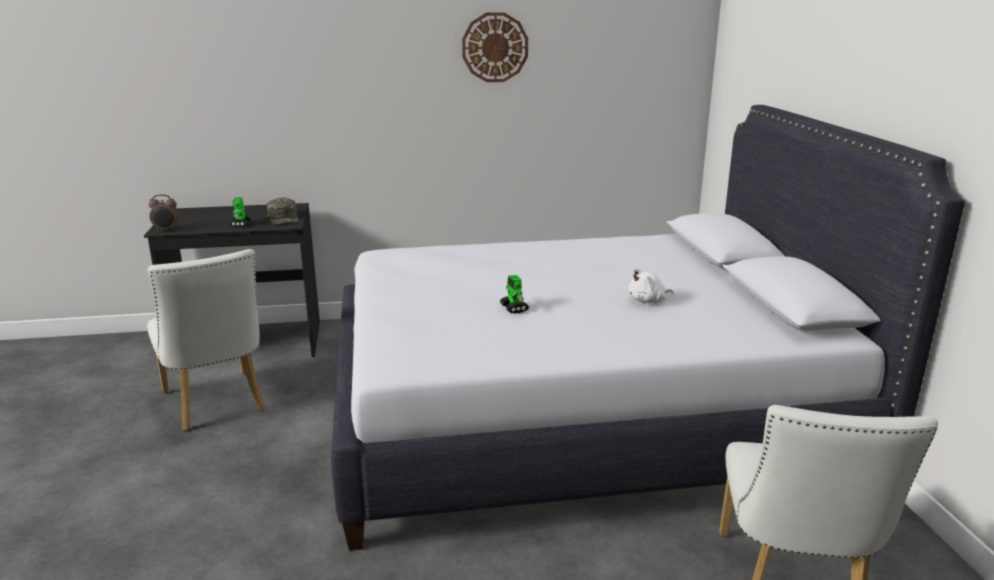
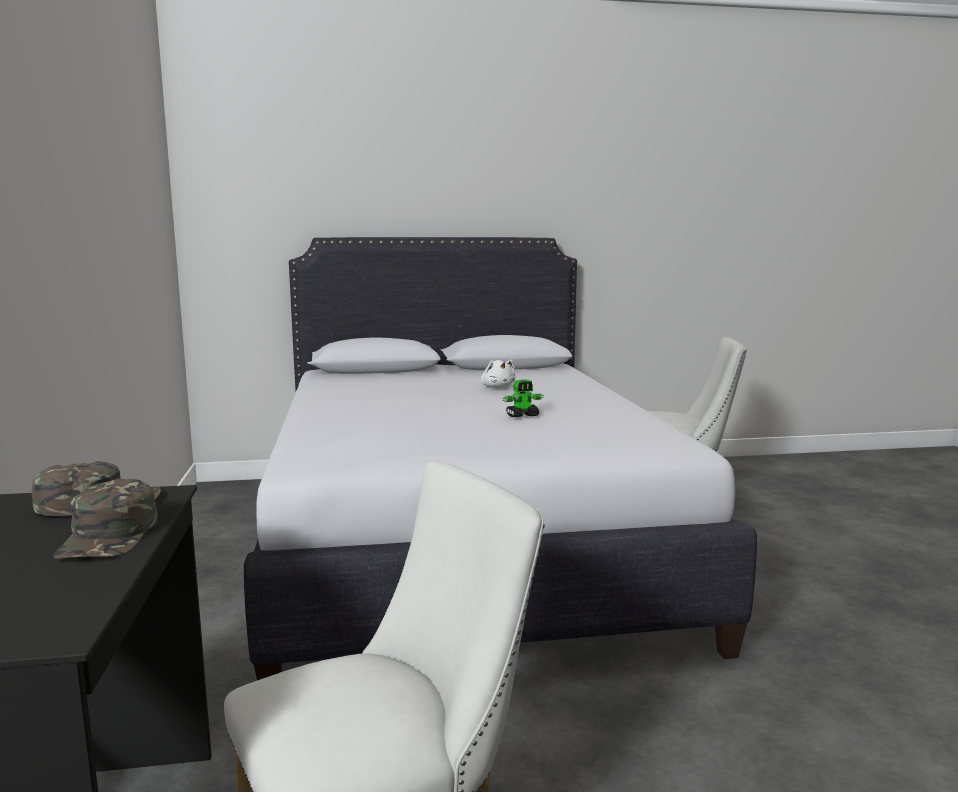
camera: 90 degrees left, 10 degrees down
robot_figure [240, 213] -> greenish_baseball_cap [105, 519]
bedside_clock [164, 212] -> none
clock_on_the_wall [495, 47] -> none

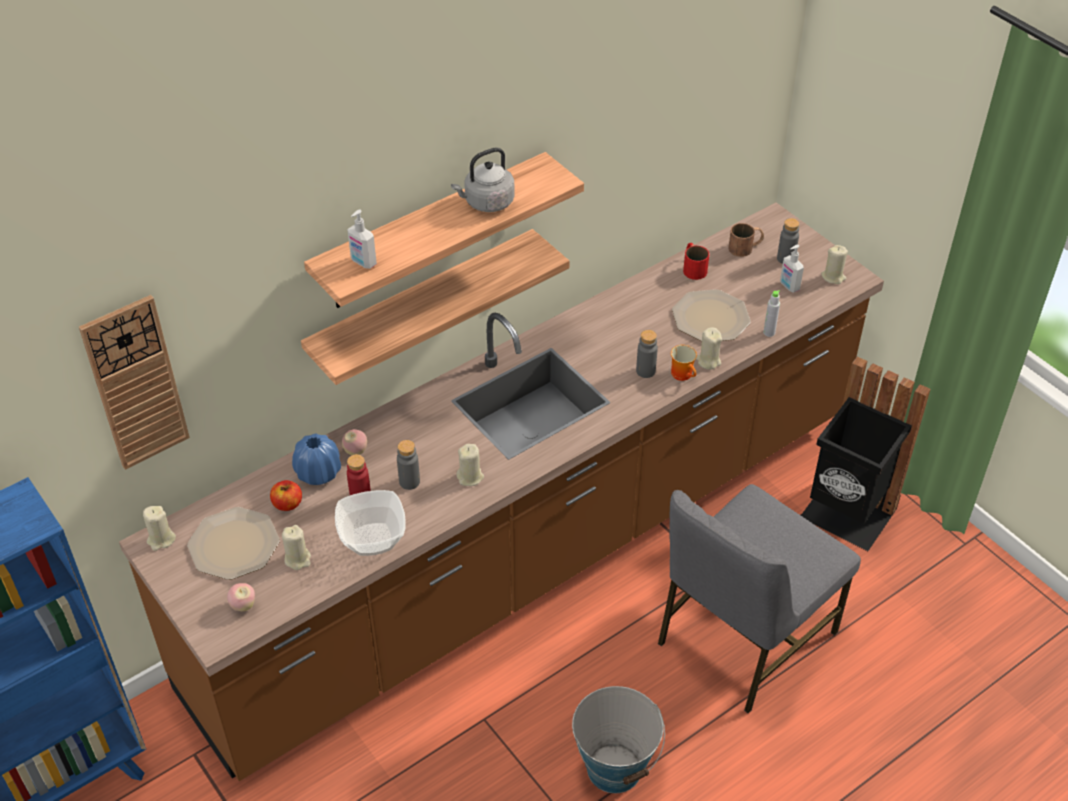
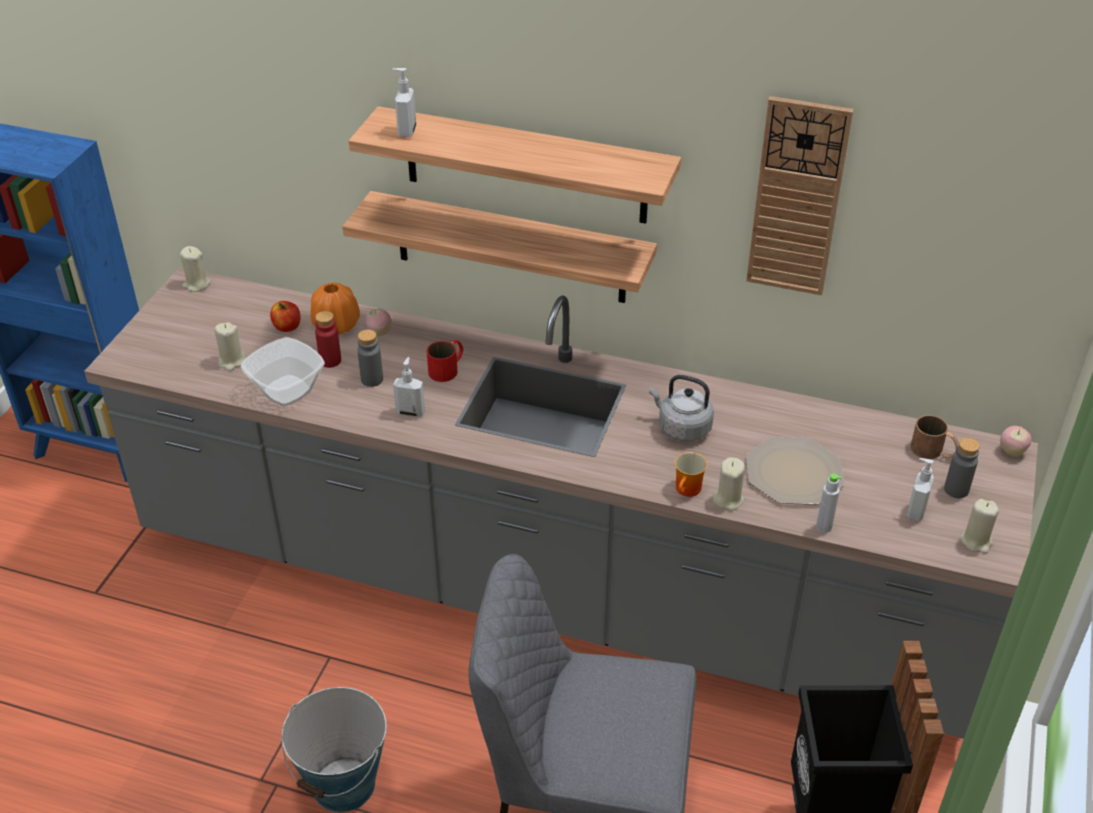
camera: 55 degrees right, 5 degrees down
brown-coloured_kitchen_counter [501, 491] -> grey_kitchen_counter [561, 503]
blue_vase [316, 459] -> orange_vase [335, 309]
beige-coloured_wax_light [470, 465] -> soap_bottle [409, 387]
red_coffee_mug [696, 261] -> red_coffee_mug [445, 361], move
grey_water_kettle [483, 180] -> grey_water_kettle [681, 408], move
clock_on_the_wall [134, 382] -> clock_on_the_wall [800, 195], move
whole_apple [241, 597] -> whole_apple [1015, 441], move
flat_dish [233, 543] -> none
grey_drink_bottle [647, 354] -> none

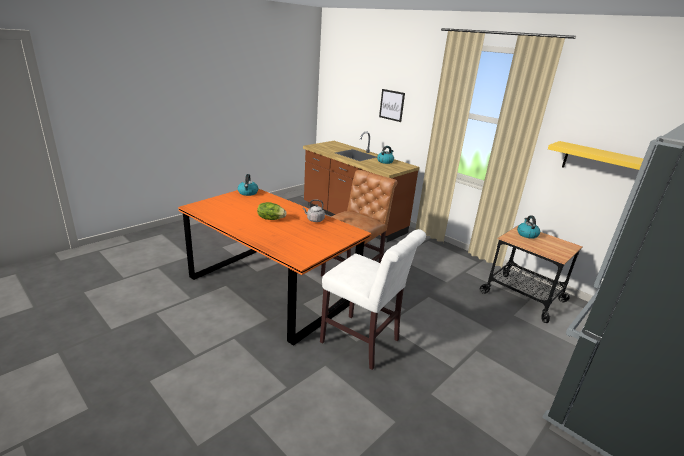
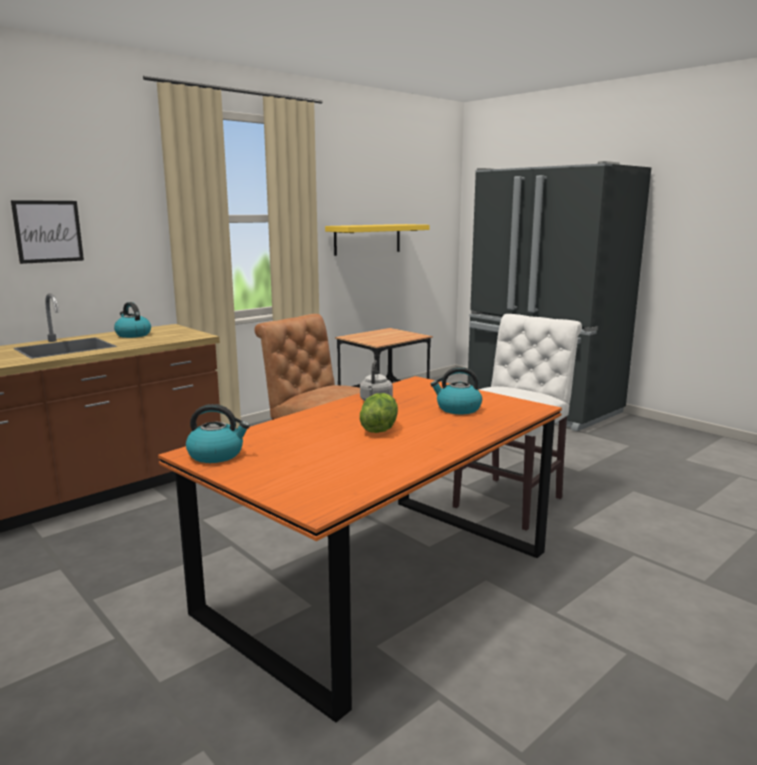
camera: 85 degrees left, 10 degrees down
water_kettle [528, 227] -> water_kettle [456, 390], move

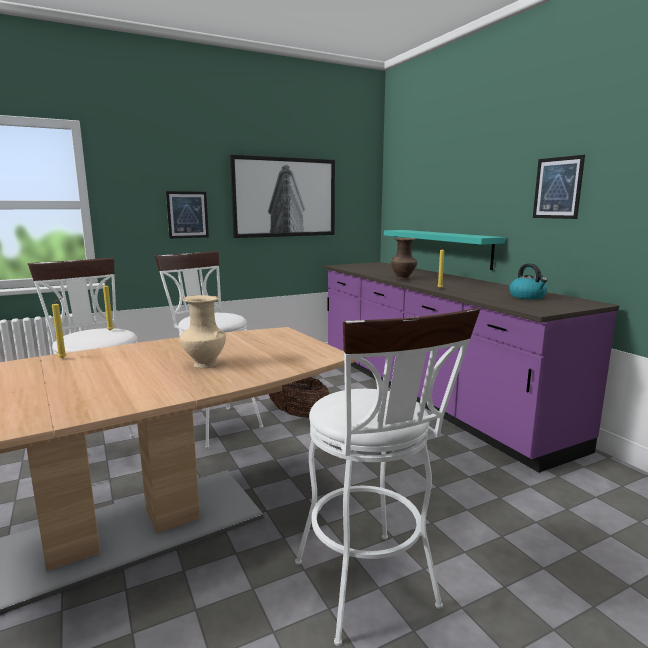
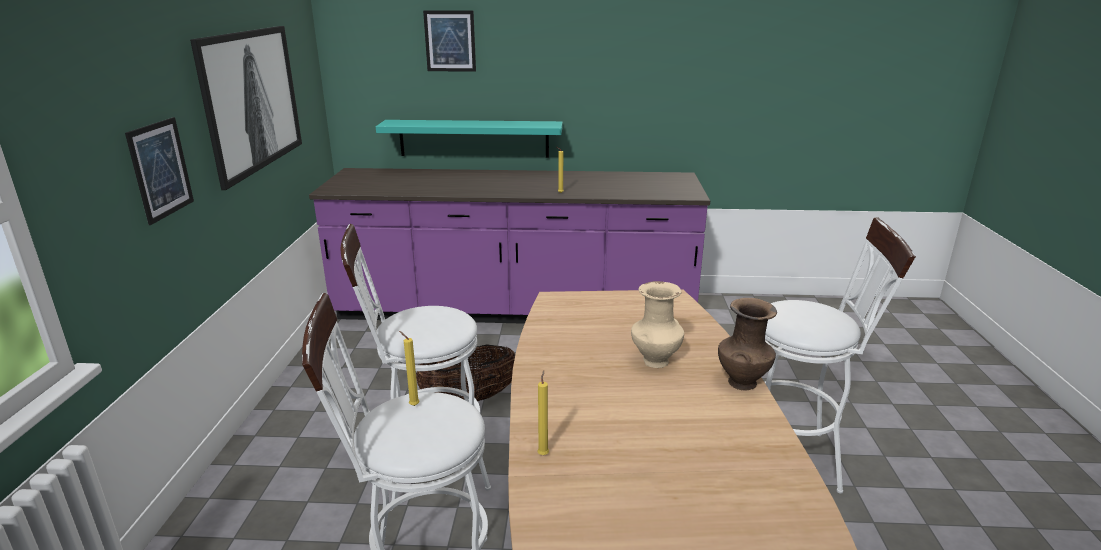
camera: 60 degrees left, 10 degrees up
picture [559, 187] -> picture [449, 41], move
brown-coloured_vase [404, 259] -> brown-coloured_vase [747, 344], move
water_kettle [528, 281] -> none

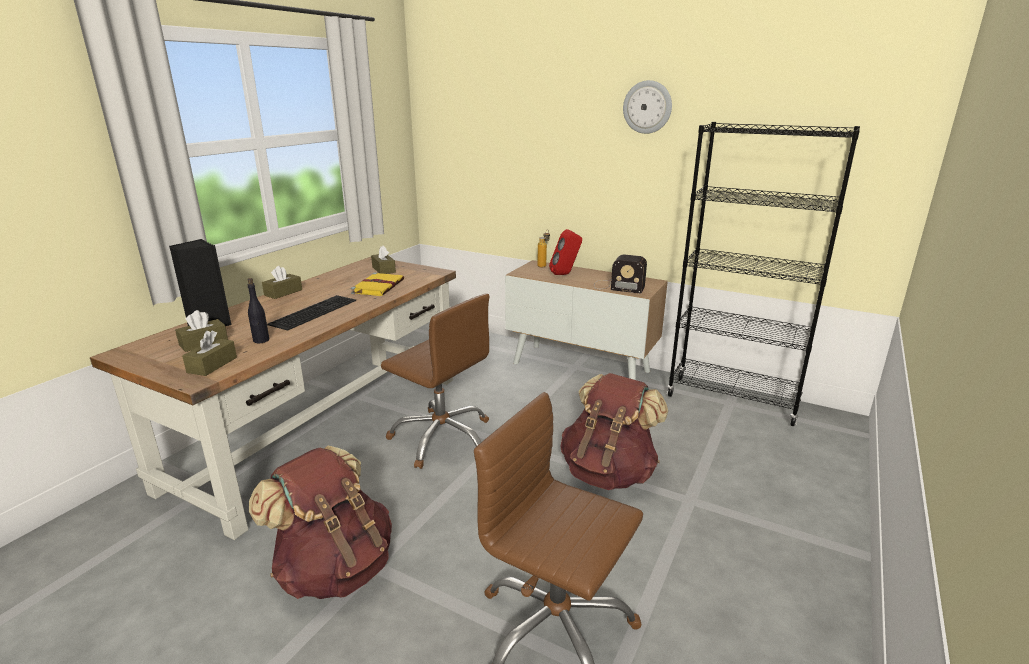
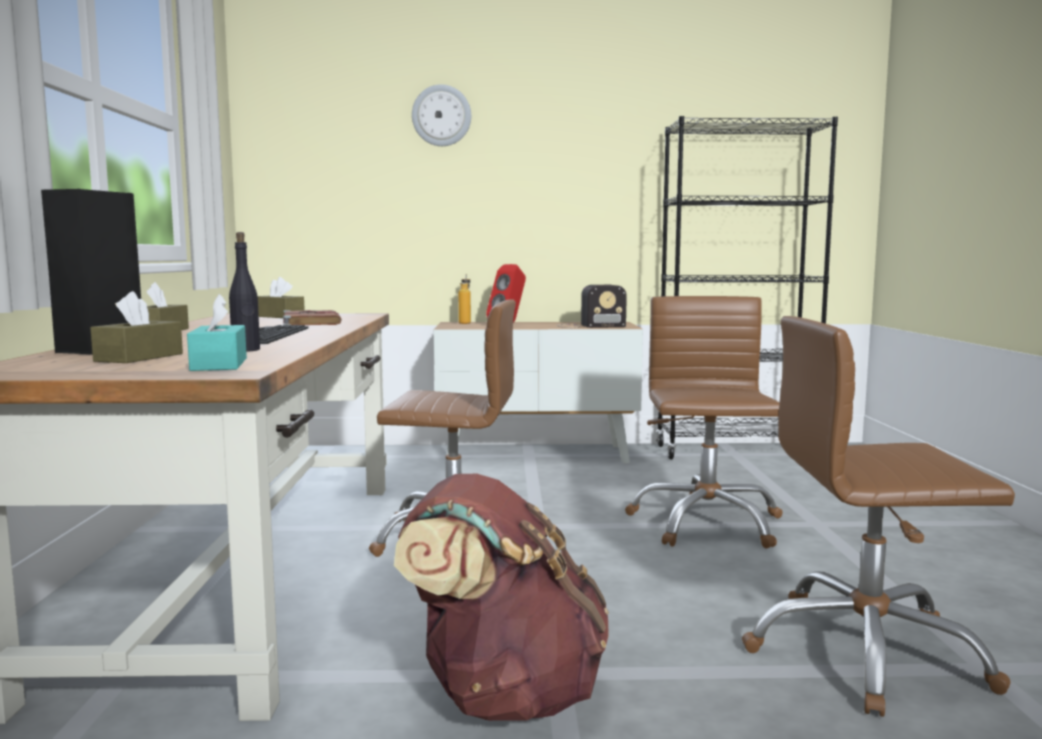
camera: 30 degrees left, 15 degrees down
brown-coloured_tissue_holder [209, 353] -> turquoise-coloured_tissue_holder [217, 332]
yellowish_bound_book [377, 284] -> brown-coloured_bound_book [312, 317]
clock_on_the_wall [647, 107] -> clock_on_the_wall [441, 115], move
brown-coloured_backpack [614, 431] -> brown-coloured_computer_chair [704, 422]

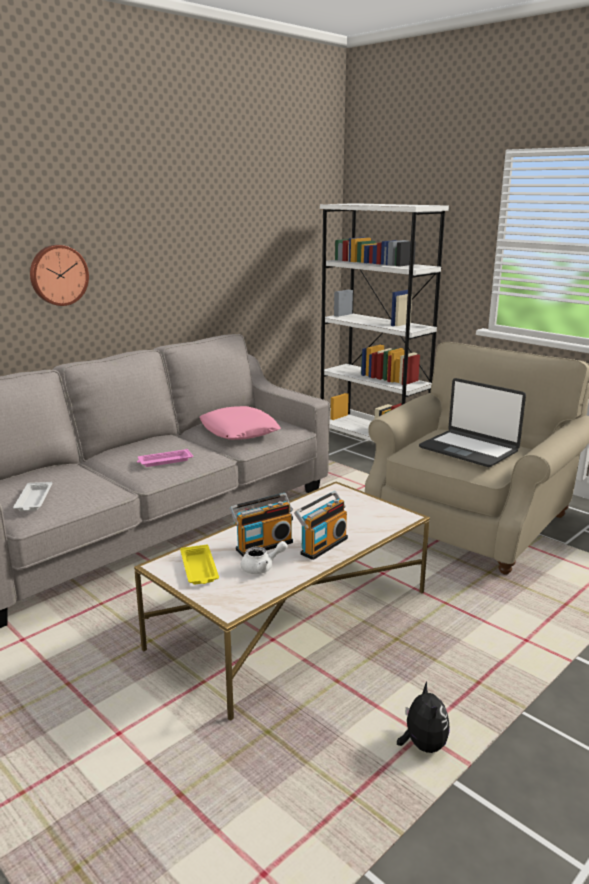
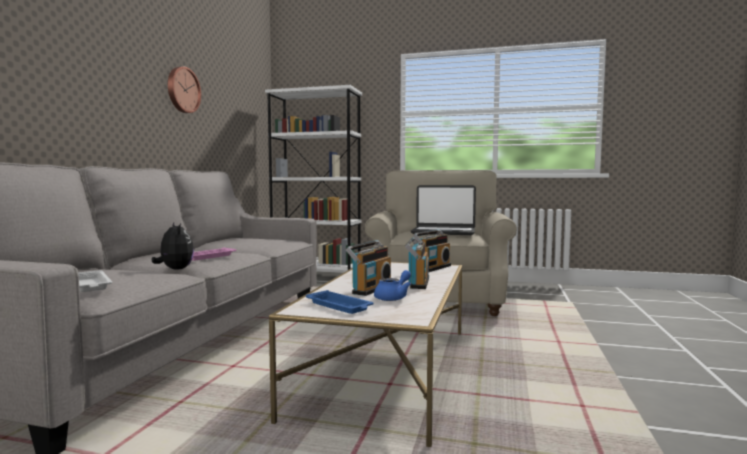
camera: 30 degrees left, 15 degrees down
cuddly_toy [423, 717] -> cuddly_toy [173, 246], move
clock_on_the_wall [59, 275] -> clock_on_the_wall [184, 89], move
yellowish_carrying_tray [199, 564] -> blue_carrying_tray [340, 302]
white_pot_for_tea [264, 557] -> blue_pot_for_tea [392, 285]
none -> radio [432, 250]
pink_cushion [240, 423] -> none

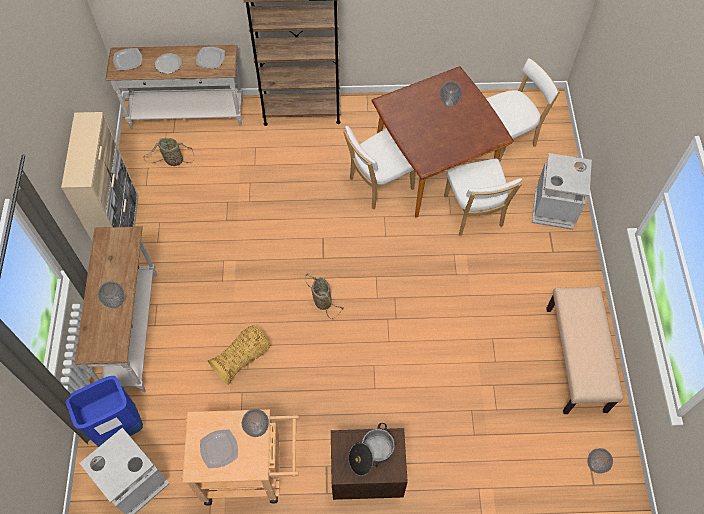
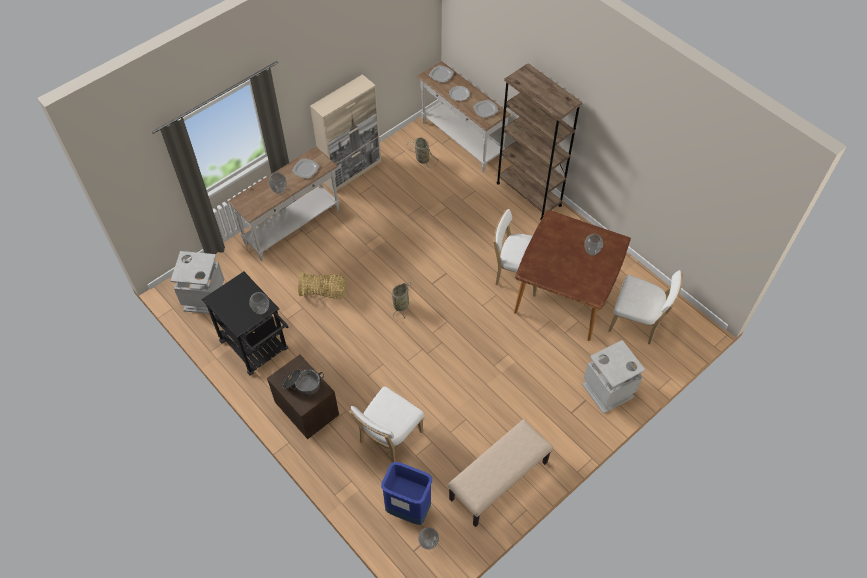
camera: 50 degrees right, 5 degrees down
beige-coloured_wheeled_cart [240, 457] -> blackish_wheeled_cart [245, 323]
flat_dish [219, 448] -> flat_dish [305, 168], move
white_chair [483, 196] -> white_chair [386, 424], move
blue_rubbish_bin [104, 411] -> blue_rubbish_bin [406, 493], move

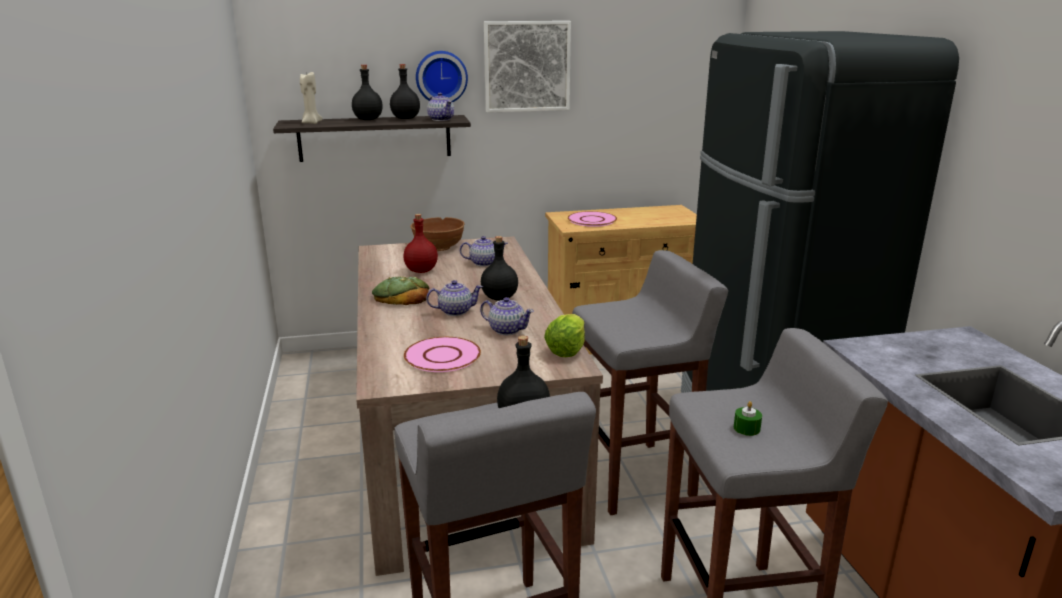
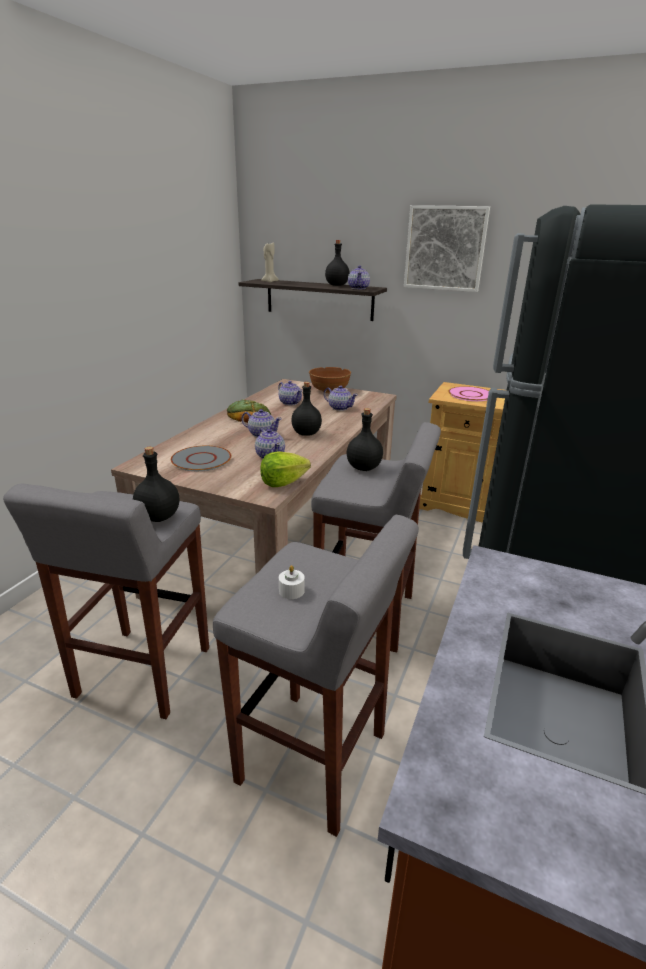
camera: 35 degrees right, 5 degrees up
pink_flat_dish [442, 354] -> grey_flat_dish [201, 458]
red_drink_bottle [421, 243] -> pot_for_tea [290, 393]
greenish_wax_light [748, 418] -> white_wax_light [292, 582]
blackish_drink_bottle [367, 92] -> blackish_drink_bottle [365, 439], move
clock_on_the_wall [442, 76] -> none

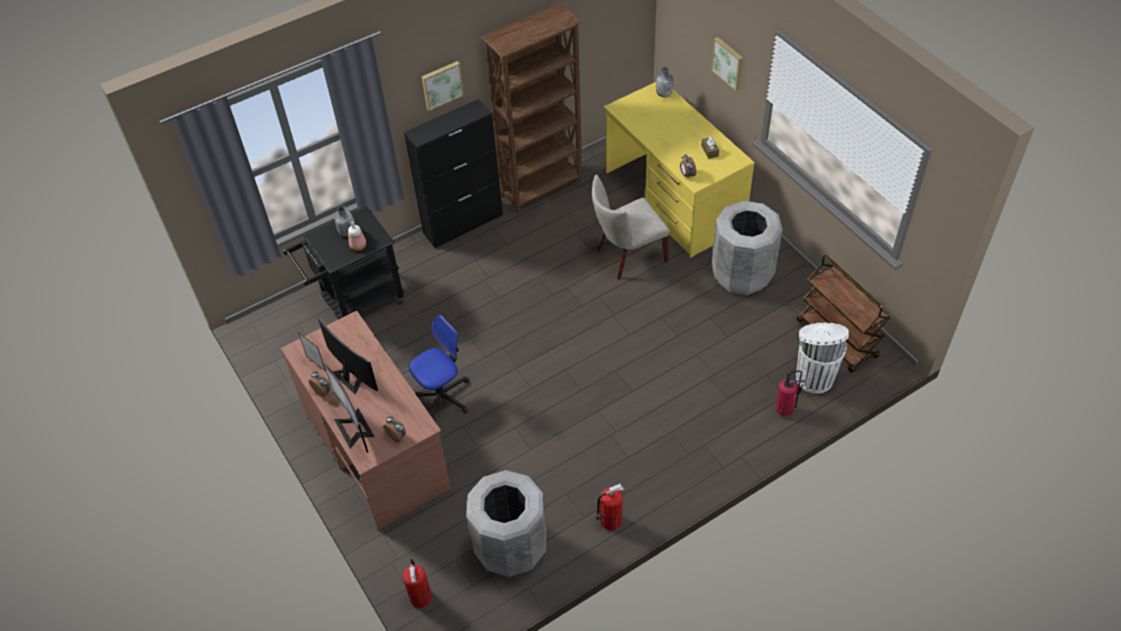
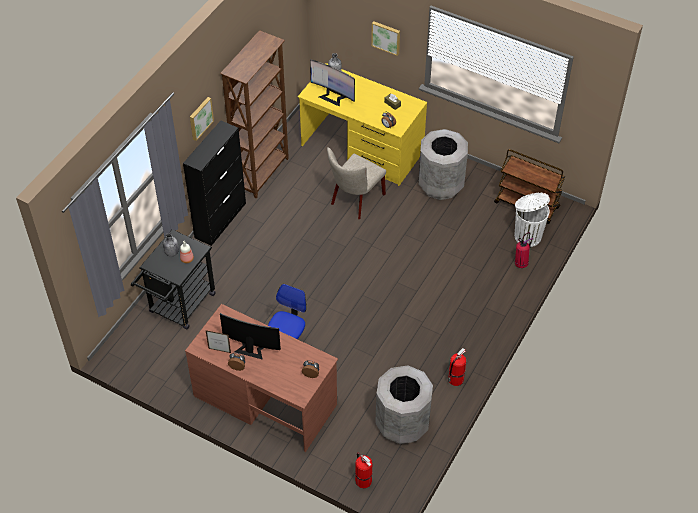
camera: 30 degrees left, 0 degrees up
computer_display [349, 408] -> computer_display [332, 83], move

